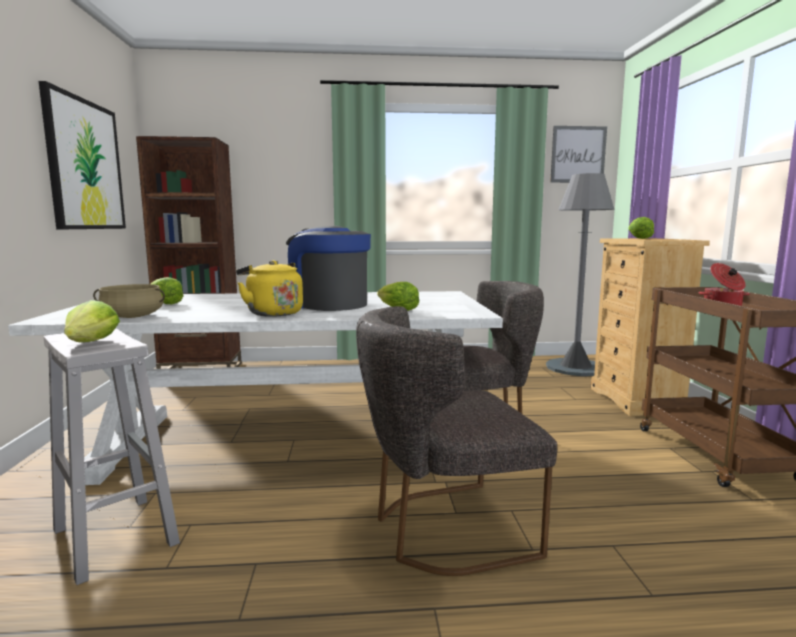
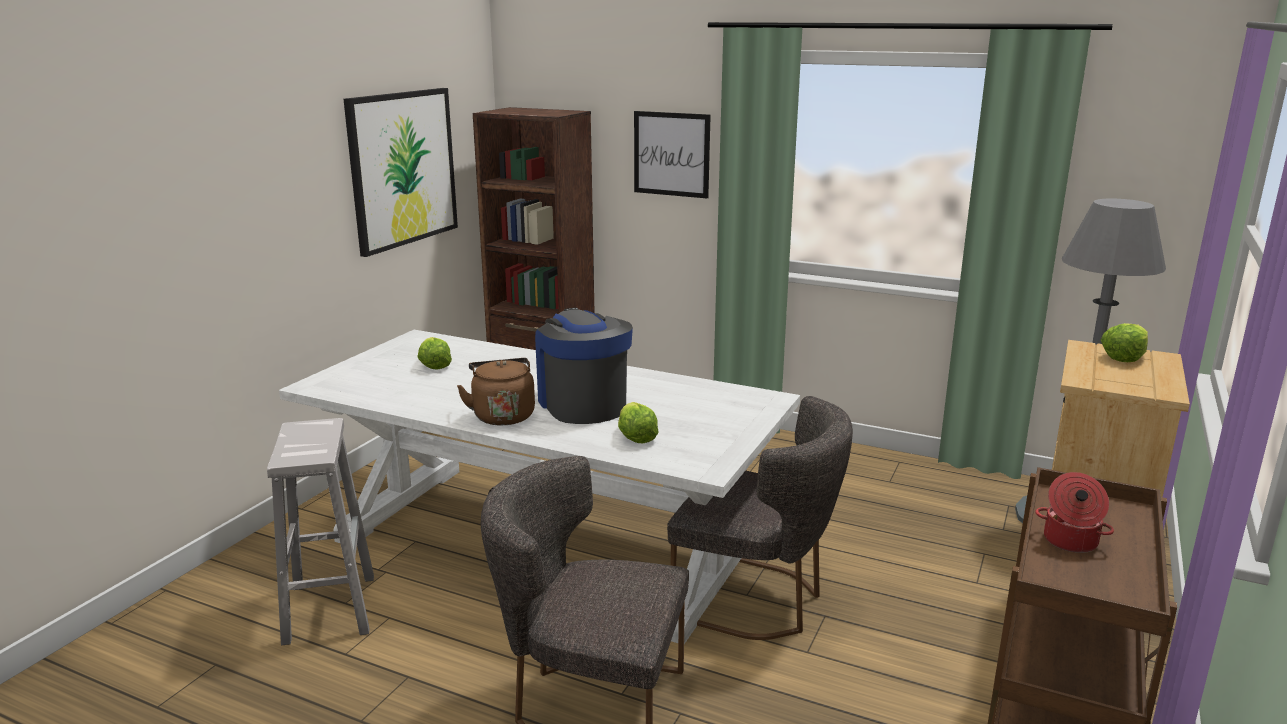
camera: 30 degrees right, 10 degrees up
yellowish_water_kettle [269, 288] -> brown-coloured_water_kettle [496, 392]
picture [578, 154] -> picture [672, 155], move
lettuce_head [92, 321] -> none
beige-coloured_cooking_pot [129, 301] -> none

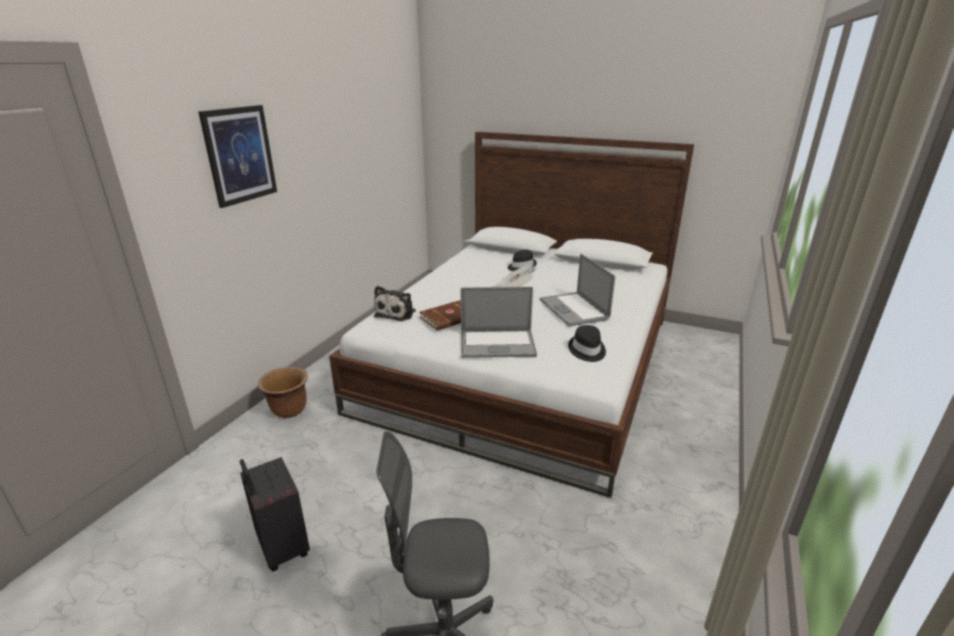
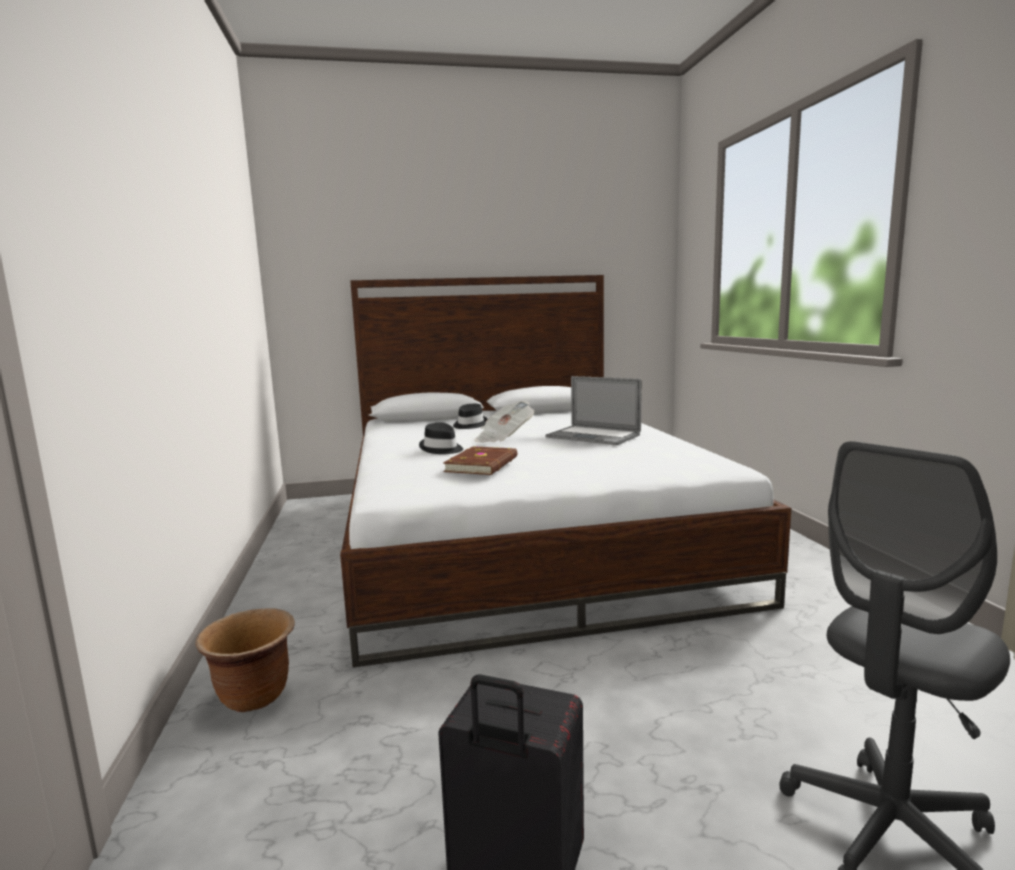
camera: 35 degrees left, 15 degrees down
blackish_clothing_hat [587, 343] -> blackish_clothing_hat [441, 438], move
picture [237, 156] -> none
cuddly_toy [395, 303] -> none
portable_computer [499, 322] -> none

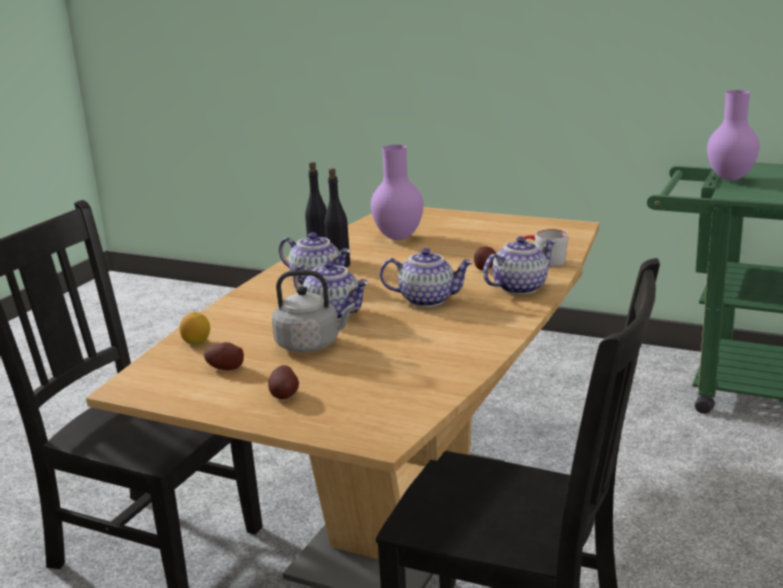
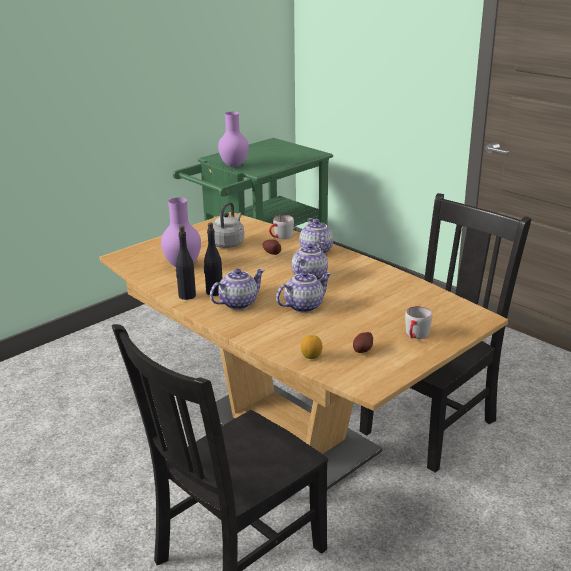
camera: 70 degrees left, 5 degrees up
grey_water_kettle [313, 311] -> grey_water_kettle [228, 225], move
spud [283, 382] -> grey_coffee_mug [419, 322]

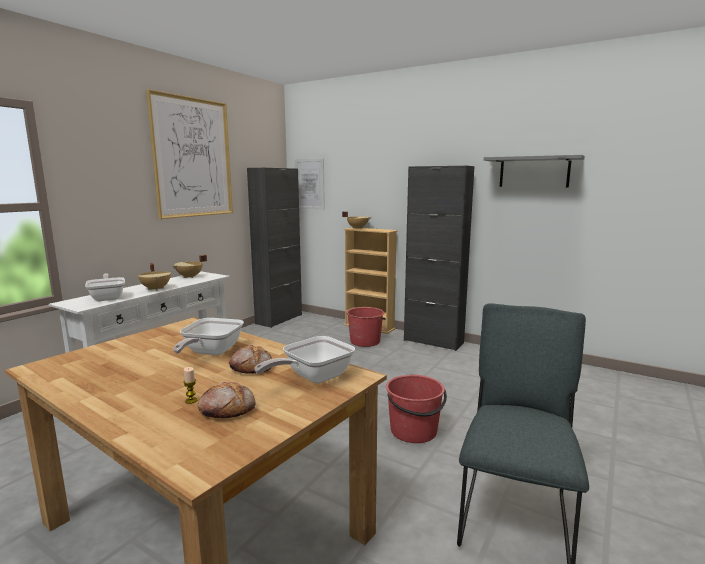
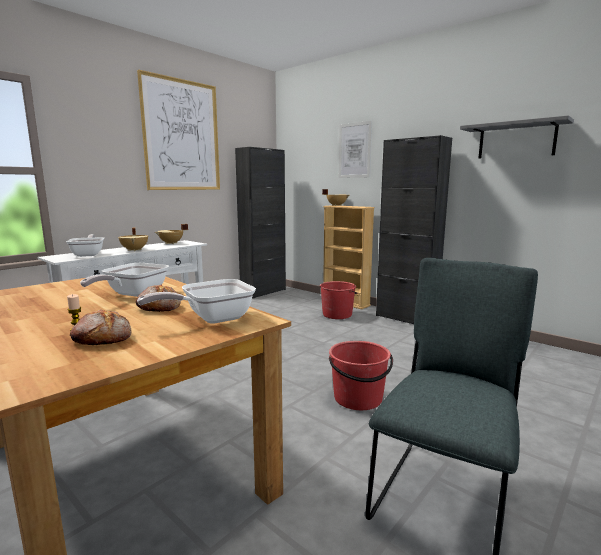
camera: 10 degrees right, 0 degrees up
picture [310, 184] -> picture [355, 149], move

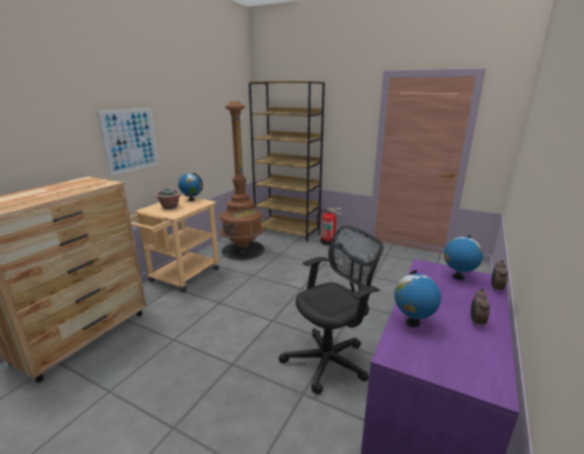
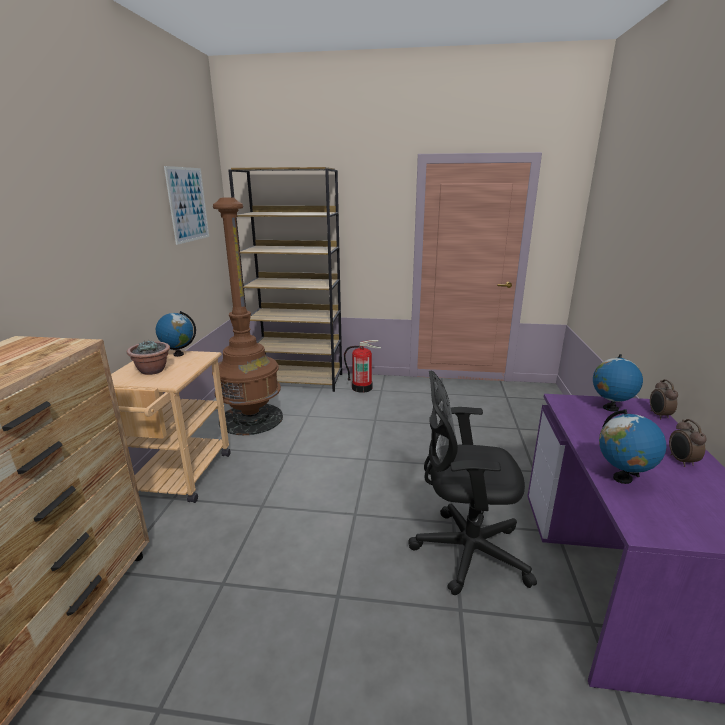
camera: 20 degrees left, 0 degrees up
picture [128, 141] -> picture [186, 205], move
blackish_computer_chair [331, 310] -> blackish_computer_chair [473, 482], 120 degrees counterclockwise

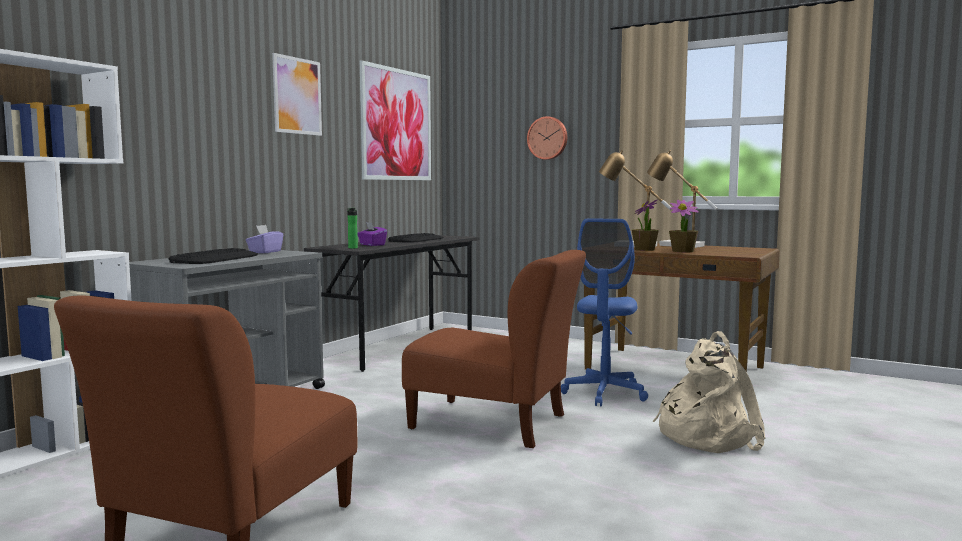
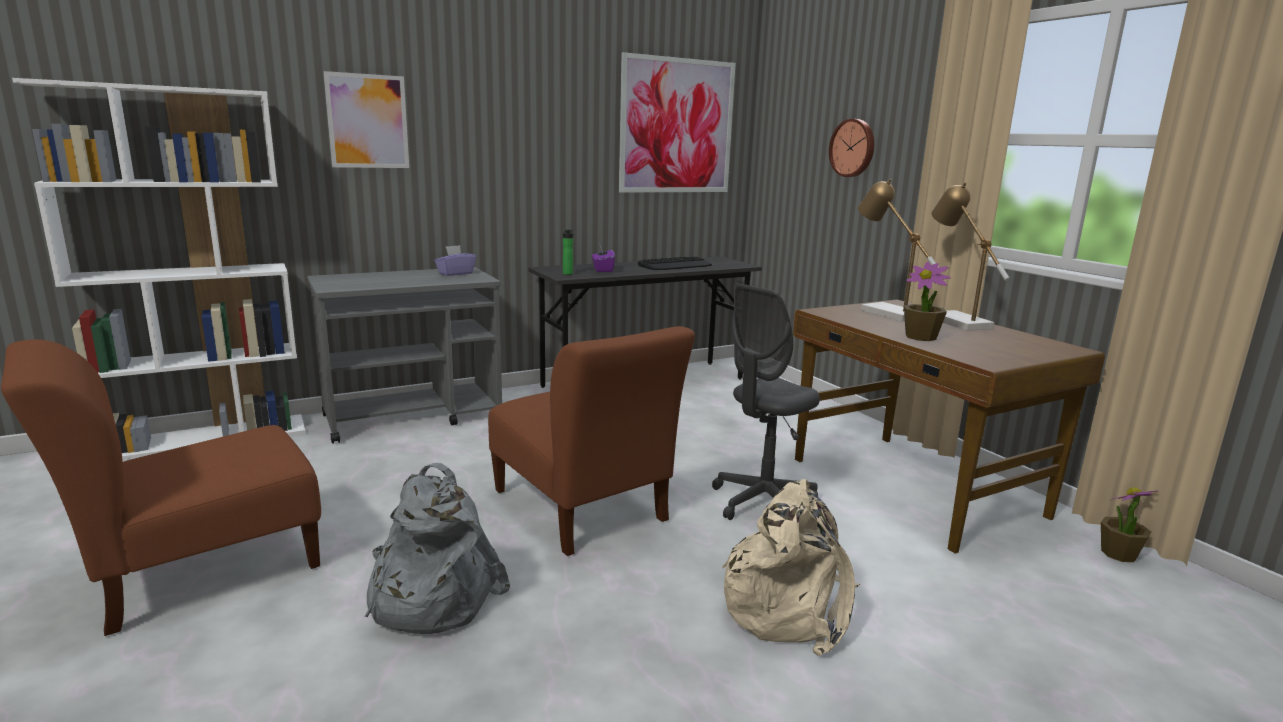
camera: 30 degrees right, 10 degrees up
picture [297, 94] -> picture [366, 119], move
none -> grey_backpack [437, 548]
blue_computer_chair [604, 312] -> grey_computer_chair [766, 401]
plant_in_a_pot [645, 225] -> plant_in_a_pot [1129, 524], move
computer_keyboard [213, 256] -> none

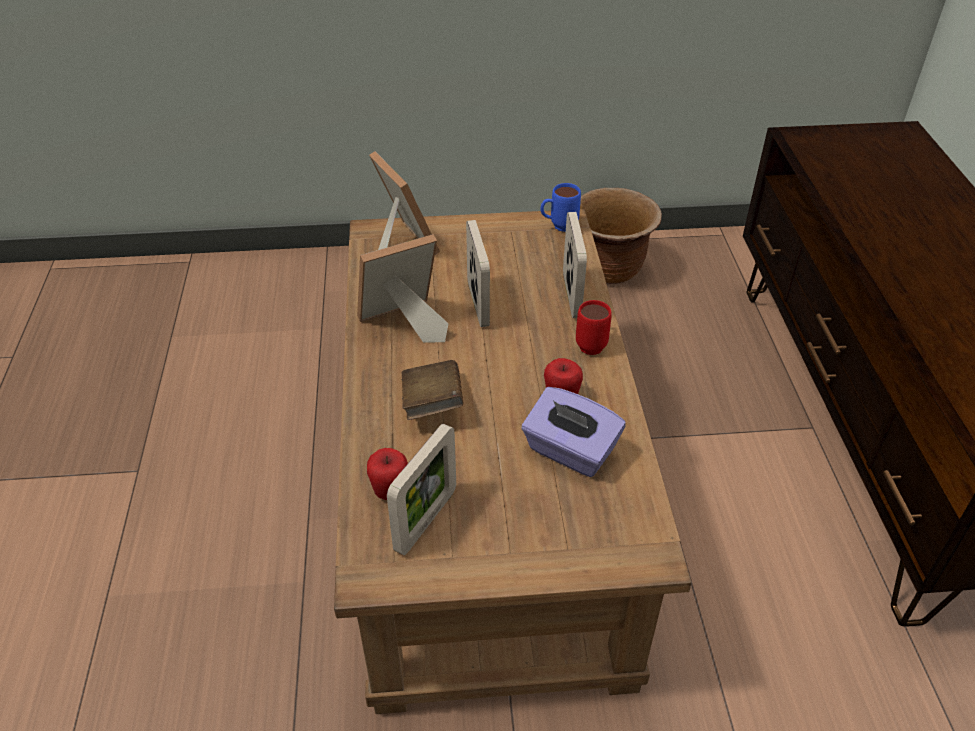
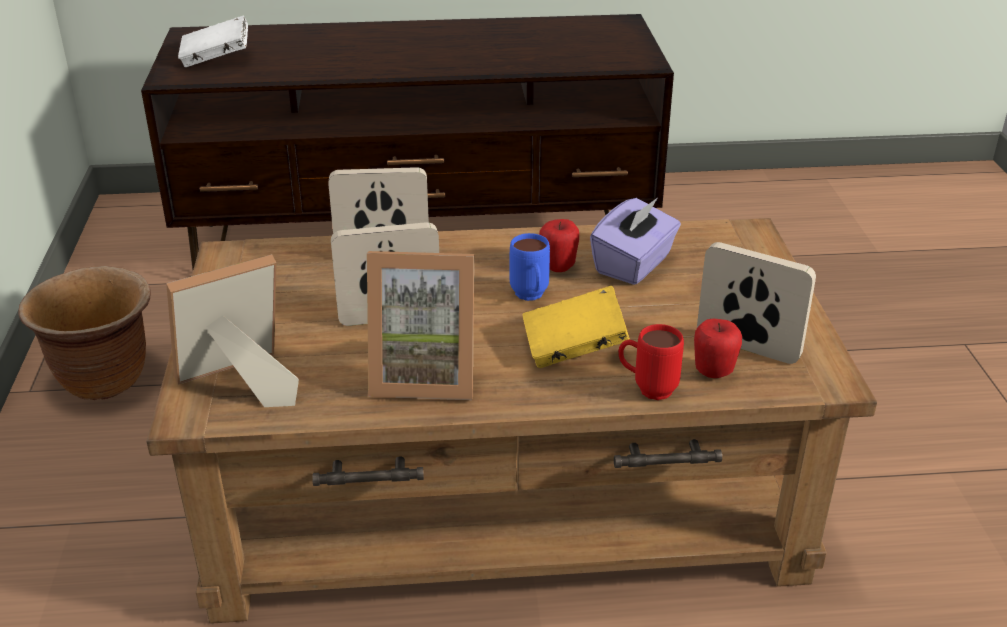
camera: 90 degrees left, 10 degrees down
none -> white_bound_book [213, 41]
standing_frame [402, 288] -> standing_frame [420, 325], 60 degrees counterclockwise
blue_coffee_mug [560, 207] -> blue_coffee_mug [530, 267], move
brown-coloured_bound_book [432, 390] -> yellowish_bound_book [576, 327]
red_coffee_mug [594, 327] -> red_coffee_mug [651, 362], move

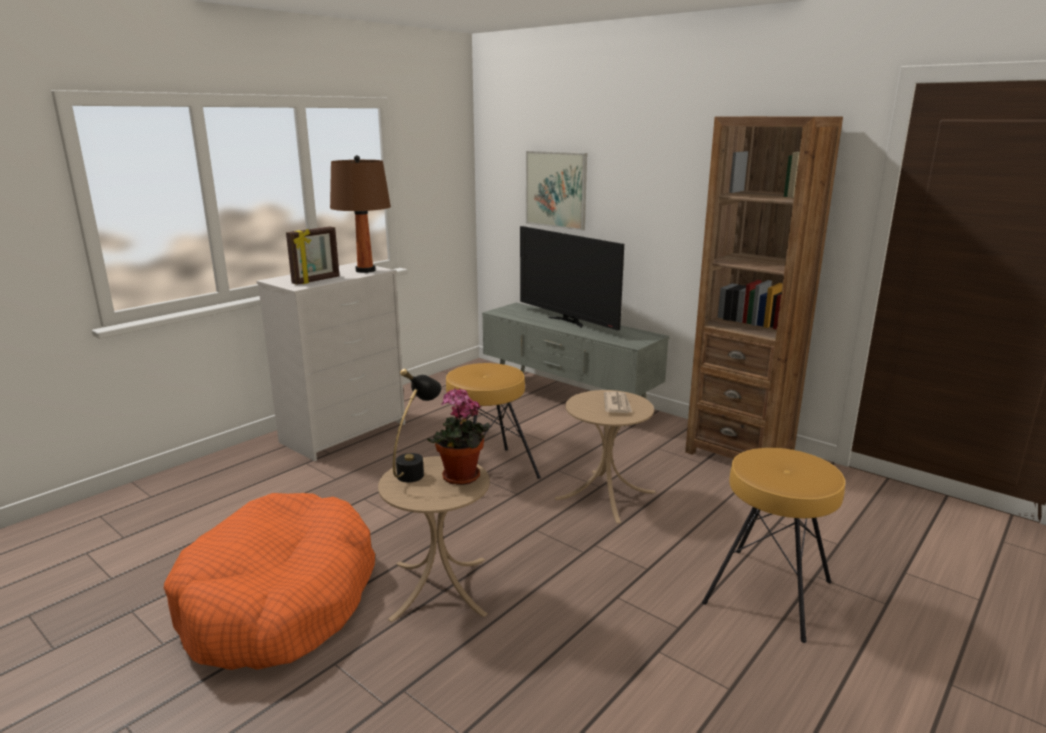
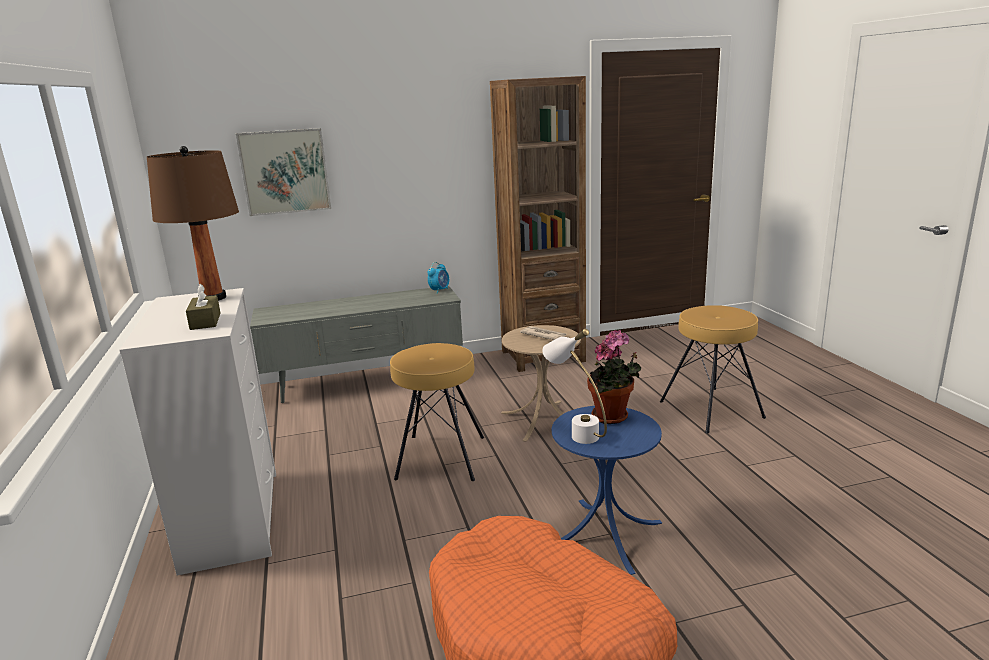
camera: 55 degrees left, 0 degrees up
standing_frame [312, 256] -> brown-coloured_tissue_holder [203, 307]
none -> bedside_clock [438, 278]
blackish_tabletop_lamp [417, 425] -> white_tabletop_lamp [574, 386]
beige-coloured_side_table [434, 539] -> blue_side_table [607, 490]
TV_set [572, 278] -> none

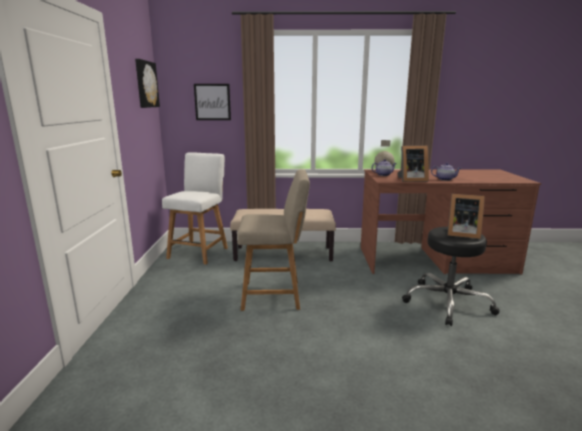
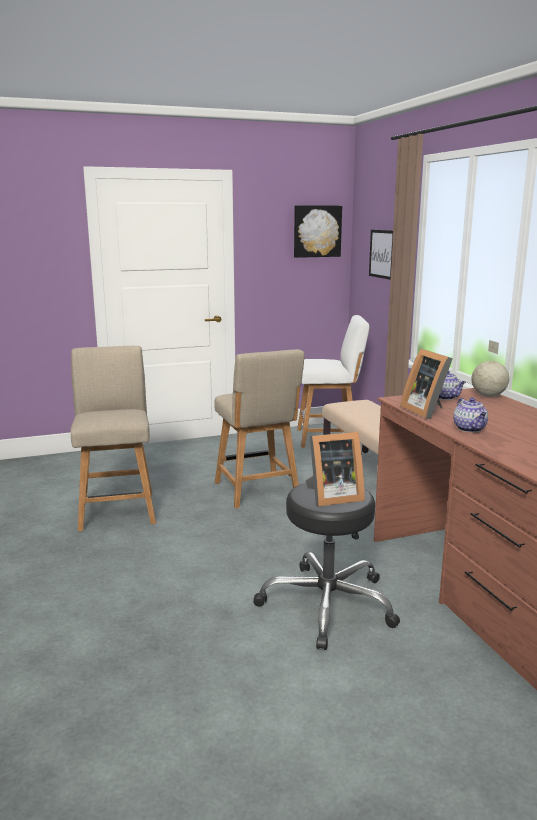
camera: 70 degrees right, 0 degrees up
none -> beige-coloured_chair [113, 439]
standing_frame [466, 216] -> standing_frame [335, 469], 105 degrees counterclockwise

